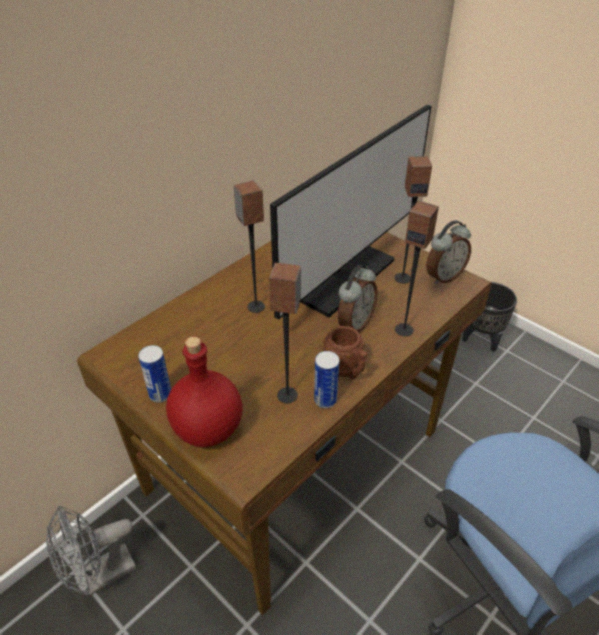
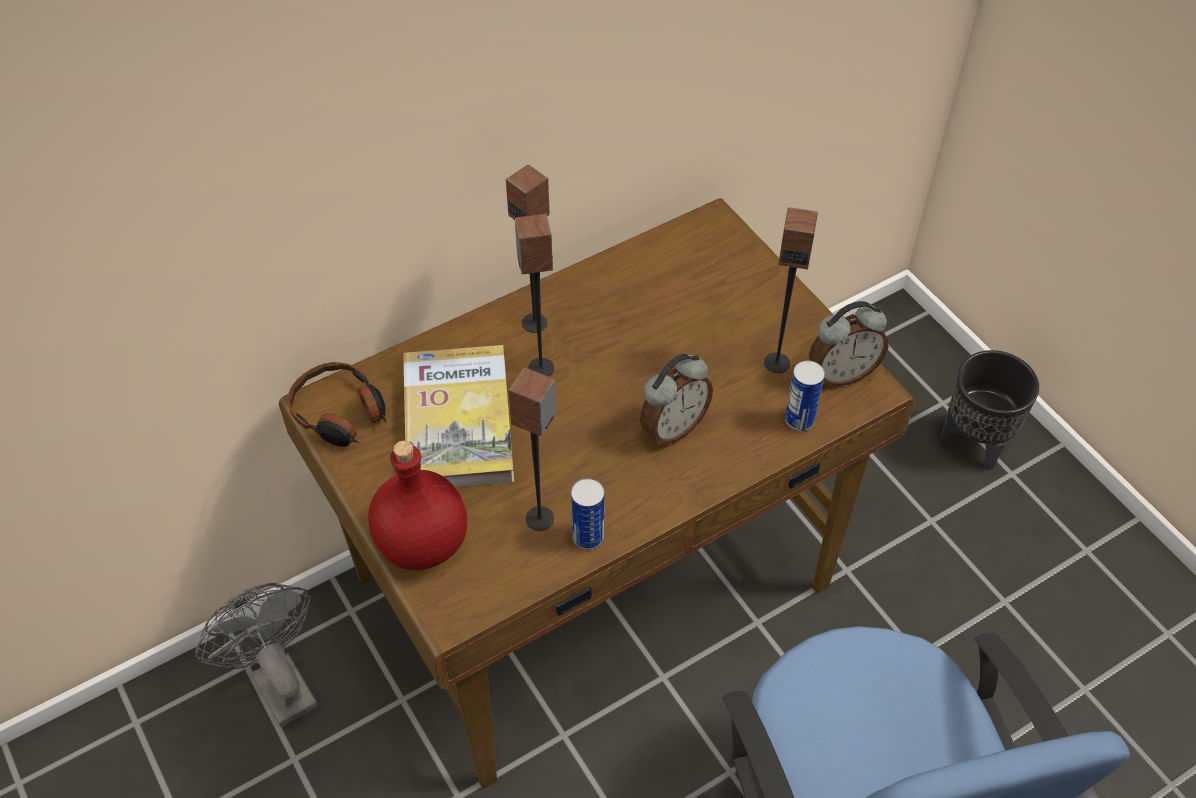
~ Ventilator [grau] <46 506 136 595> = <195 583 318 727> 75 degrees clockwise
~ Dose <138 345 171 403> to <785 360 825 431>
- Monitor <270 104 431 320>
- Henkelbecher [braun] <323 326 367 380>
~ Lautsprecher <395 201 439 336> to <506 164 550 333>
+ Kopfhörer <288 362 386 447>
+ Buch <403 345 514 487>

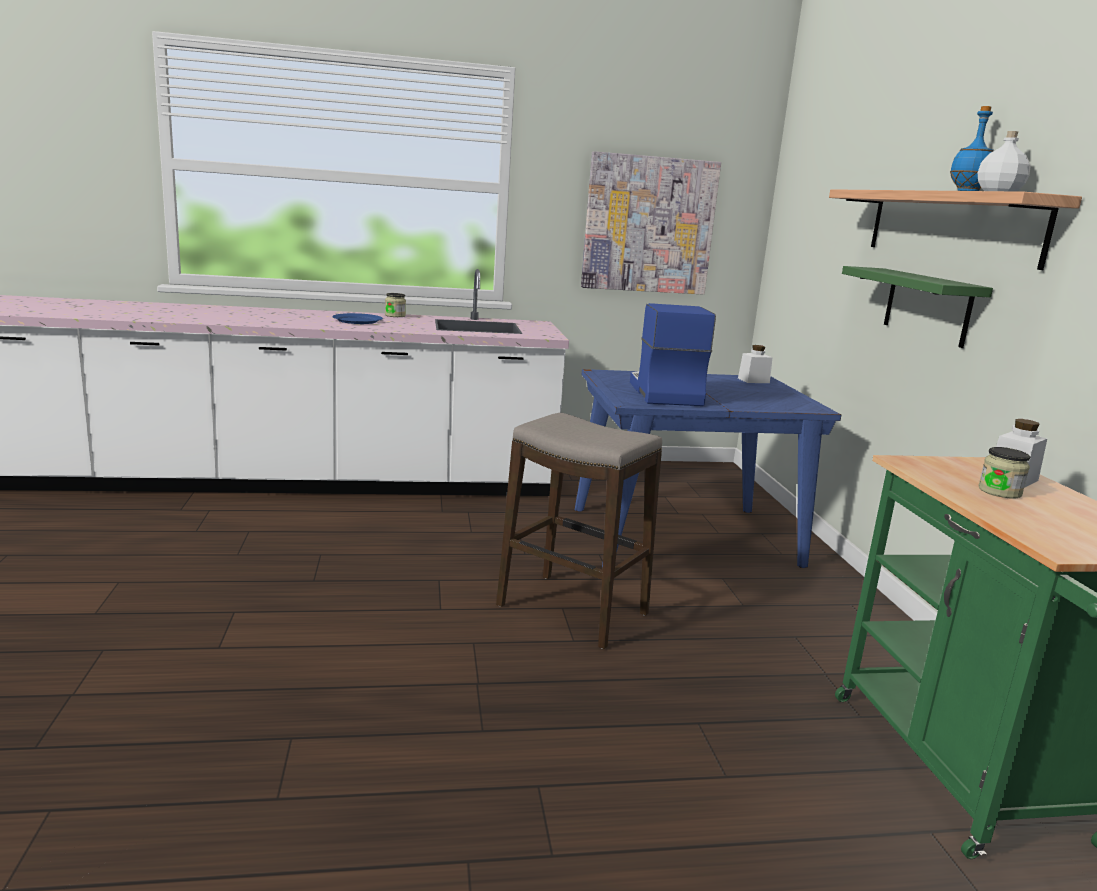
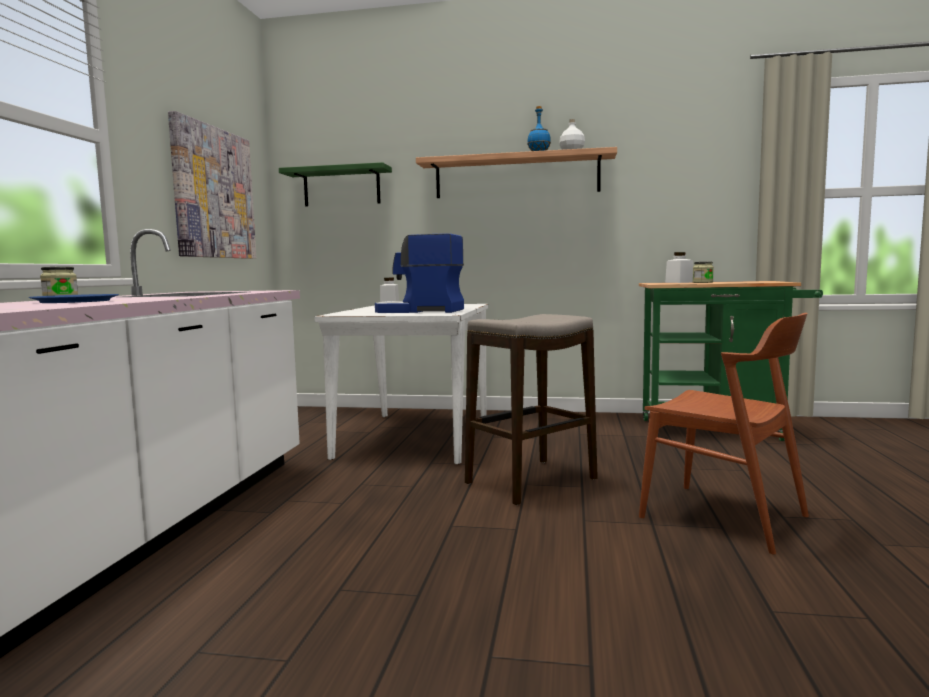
~ Esstisch [blau] <575 369 841 568> to Esstisch [weiß] <314 304 488 465>
~ Wandregal [grün] <842 266 993 348> to <279 162 392 206>
+ Stuhl [braun] <639 313 809 554>

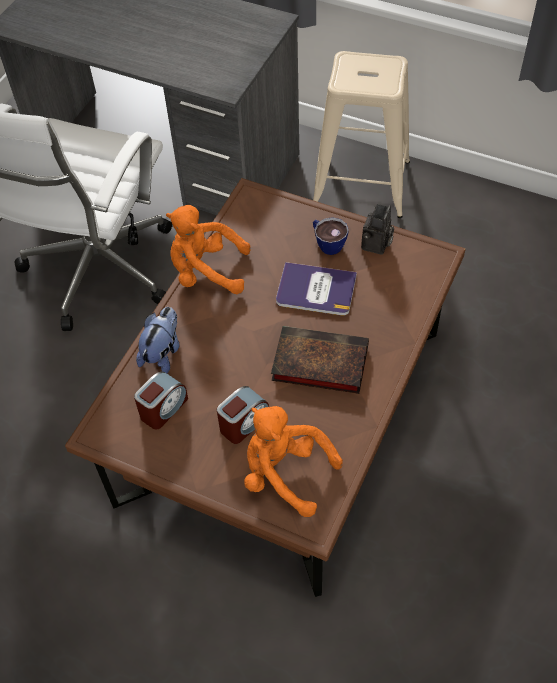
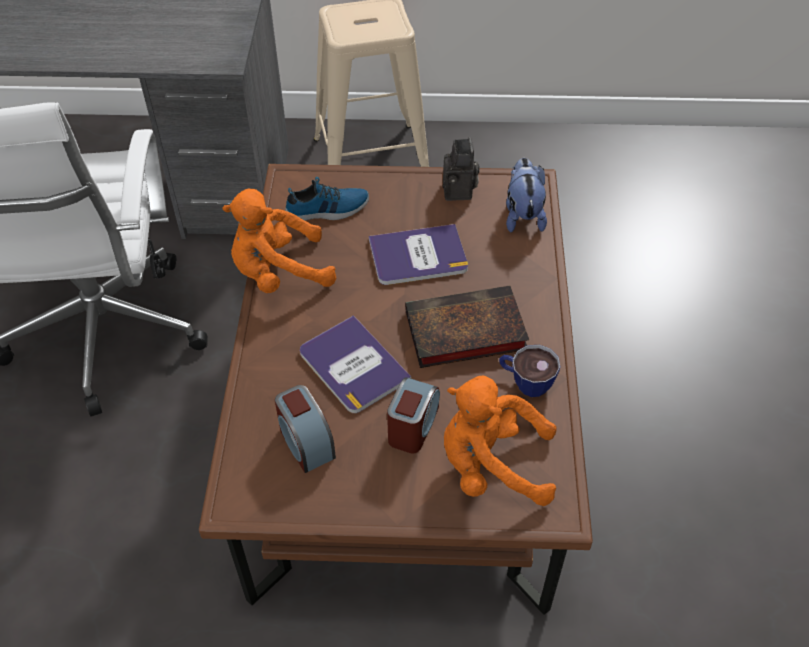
~ Wecker <134 372 188 429> = <275 385 336 473> 135 degrees clockwise
~ Plüschtier <136 307 180 373> to <506 158 547 232>
~ Tasse <313 217 349 255> to <499 345 560 397>
+ Schuh <285 177 369 221>
+ Buch <300 315 411 413>

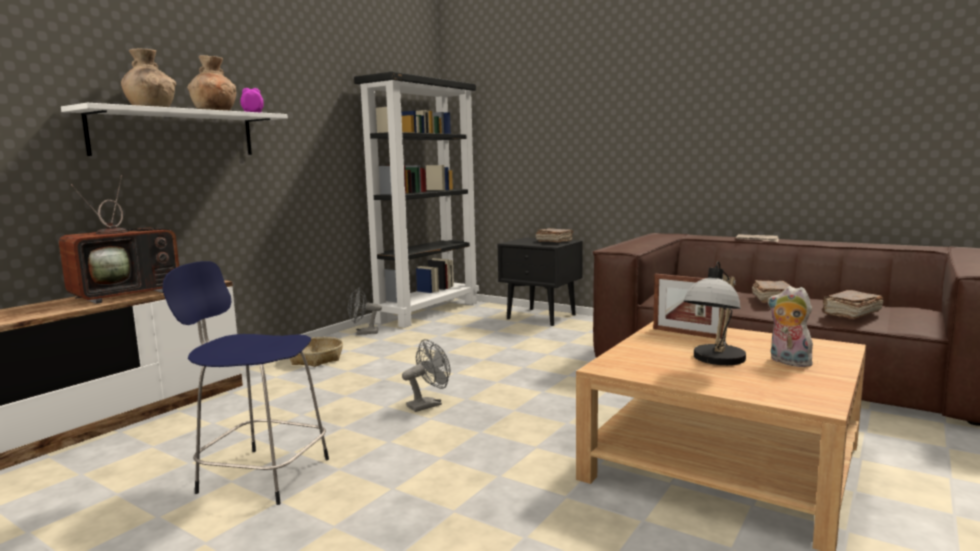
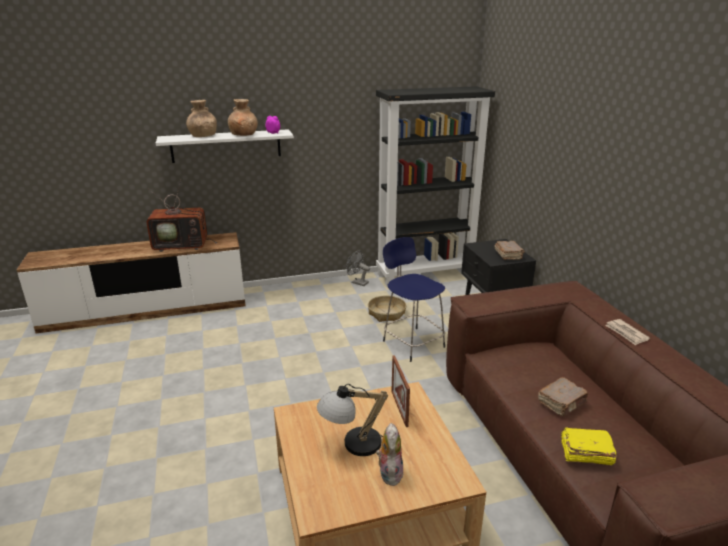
~ Hocker [blau] <162 261 329 505> to <383 237 445 362>
~ Korb <290 337 343 367> to <368 296 406 322>
- Ventilator [grau] <402 339 450 412>
~ Buch [braun] <822 290 883 319> to Buch [gelb] <561 427 617 465>

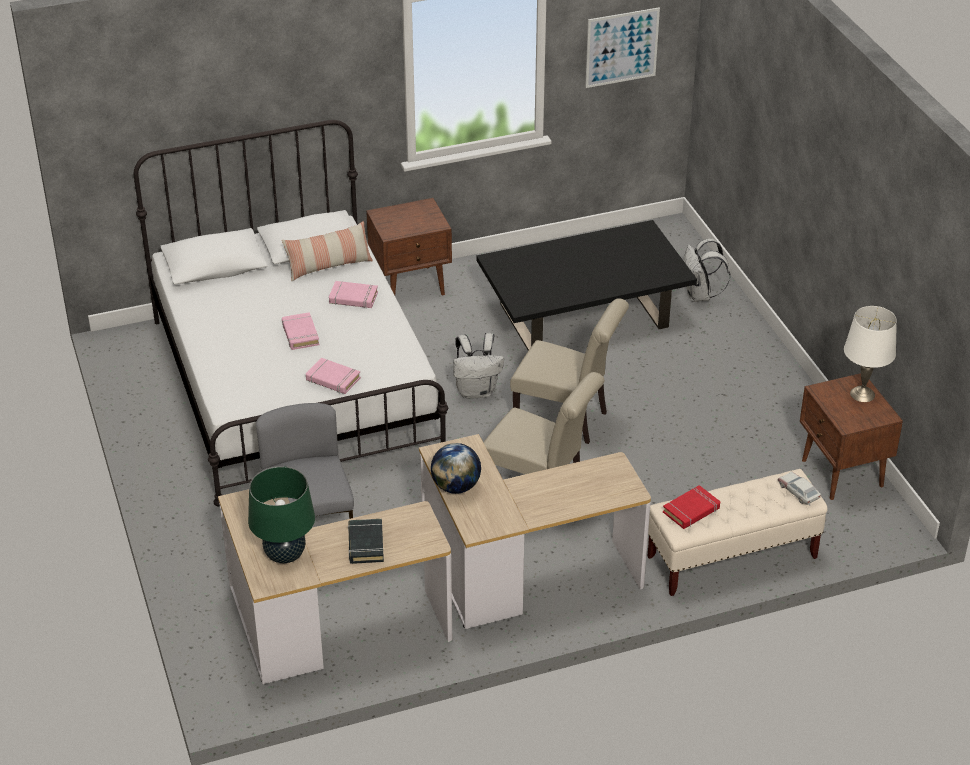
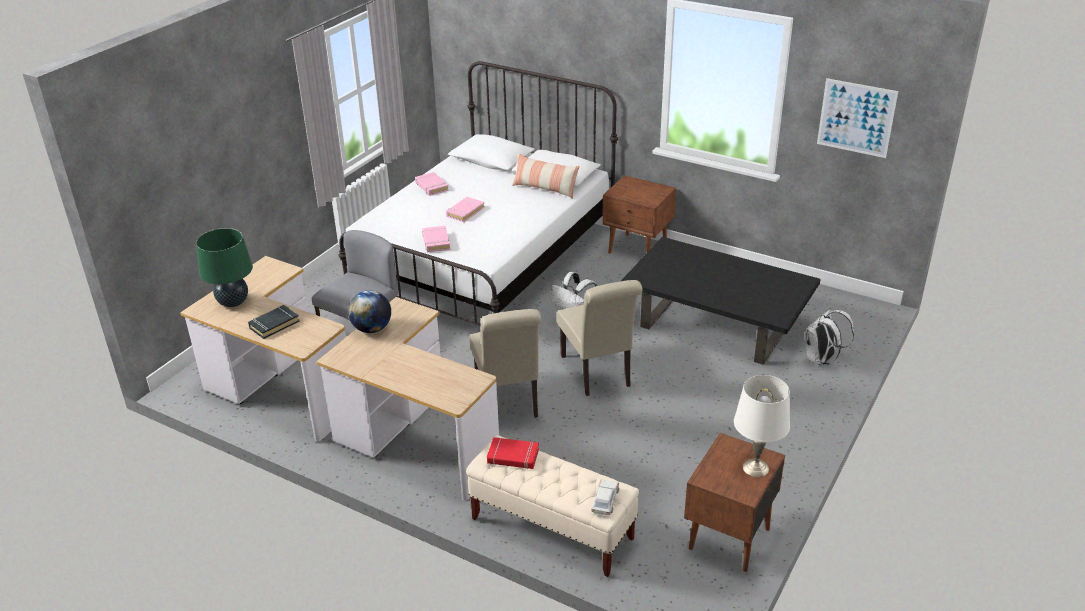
~ Buch [rosa] <329 281 378 308> to <415 172 449 196>

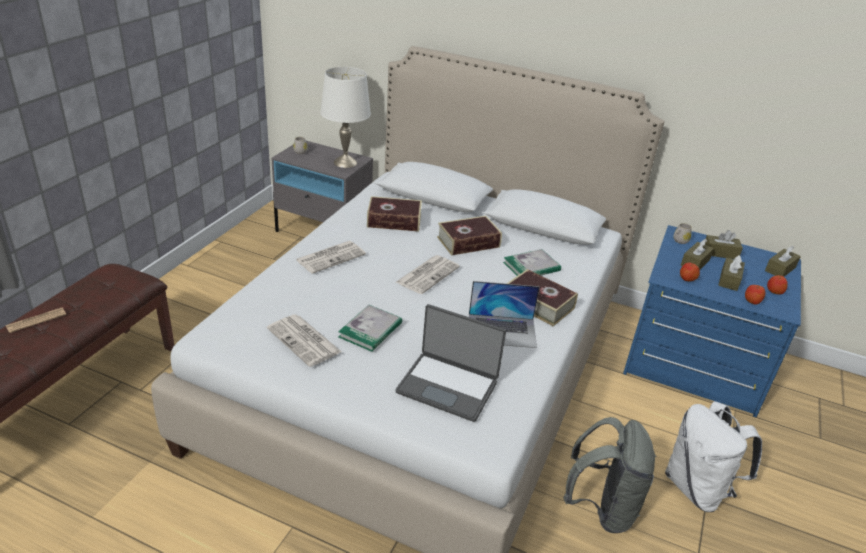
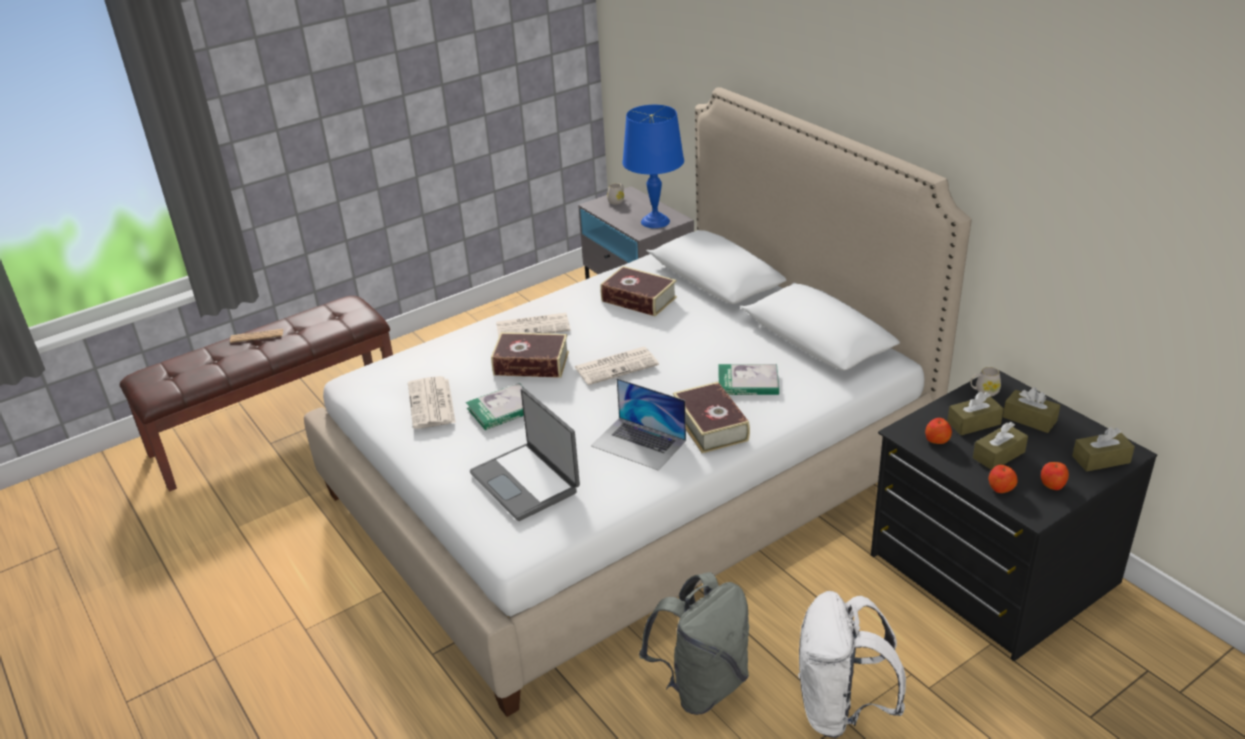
~ Tischlampe [weiß] <320 67 371 168> to Tischlampe [blau] <622 105 684 228>
~ Buch <437 216 502 256> to <491 332 569 378>
~ Kommode [blau] <623 225 801 417> to Kommode [schwarz] <871 371 1157 661>

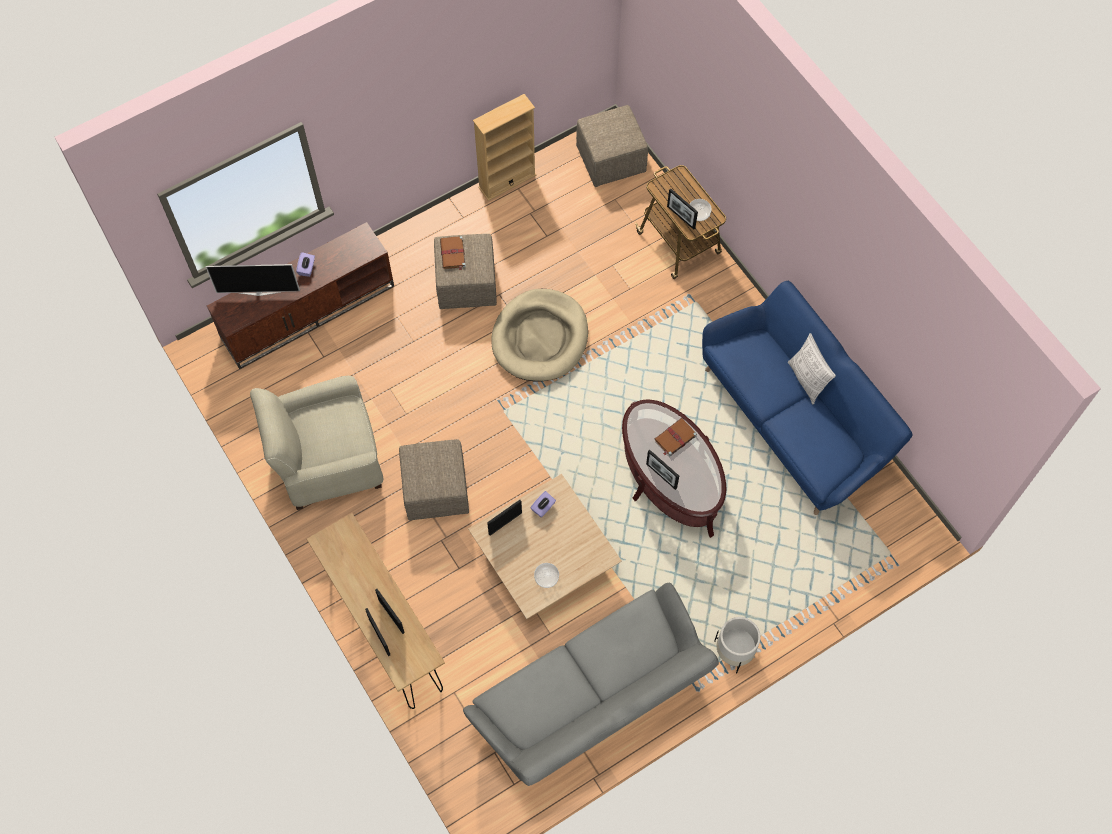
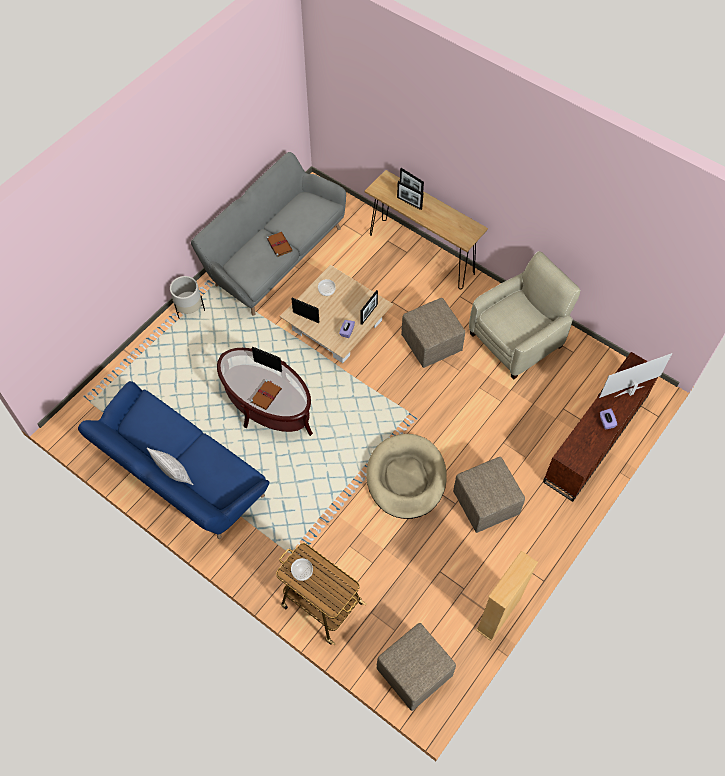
~ Buch [braun] <440 236 466 270> to <266 232 293 257>
~ Bilderrahmen <667 188 698 230> to <291 298 319 323>

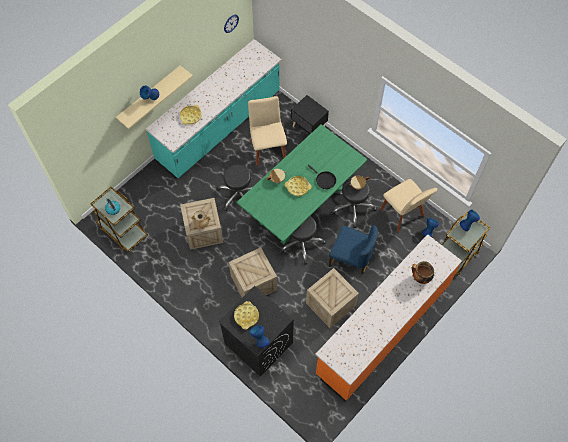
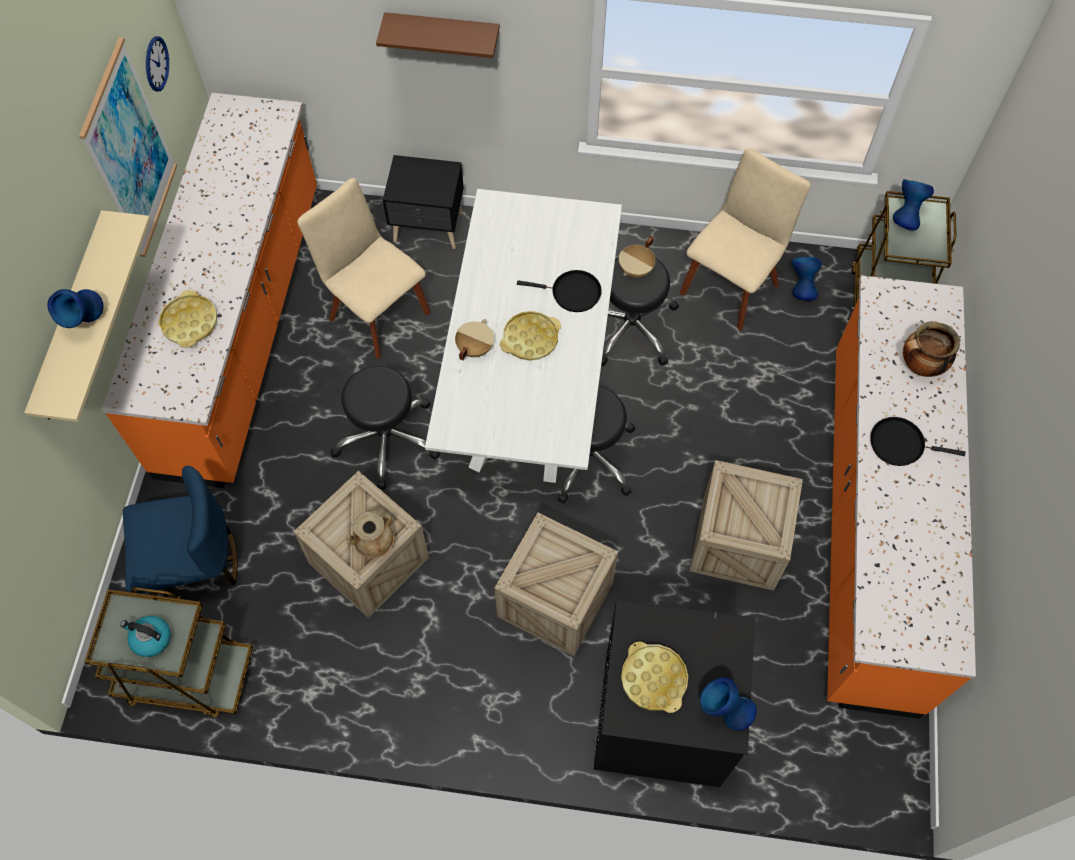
~ Küchenzeile [türkis] <146 39 281 178> to Küchenzeile [orange] <102 93 317 488>
~ Esstisch [grün] <236 124 367 245> to Esstisch [weiß] <425 189 622 483>
~ Stuhl [blau] <329 225 378 274> to <123 466 238 596>
~ Stuhl [beige] <380 179 437 232> = <680 148 811 330> 75 degrees counterclockwise
+ Bild <79 37 177 257>
+ Wandregal [braun] <376 12 500 58>
+ Pfanne [schwarz] <870 417 965 466>

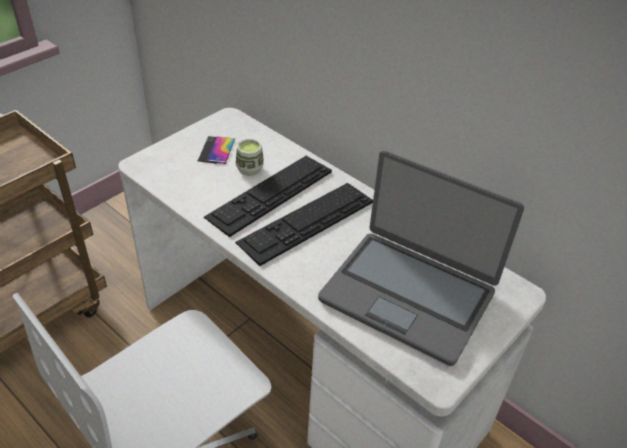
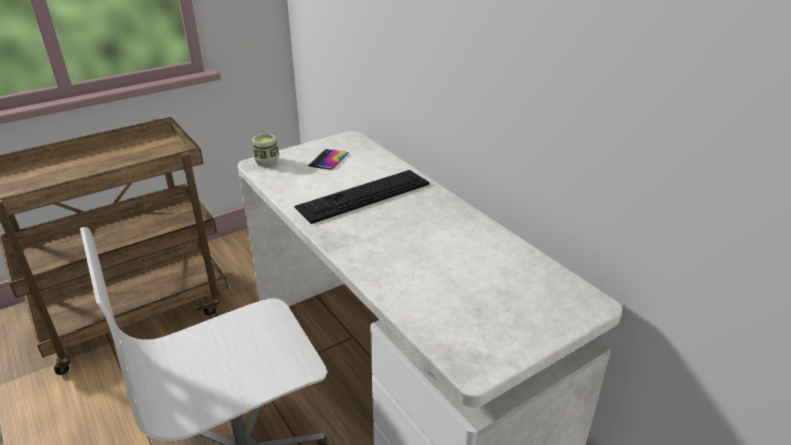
- Tastatur <235 183 373 266>
~ Tasse <236 139 264 176> to <252 134 279 167>
- Laptop <318 150 524 366>

